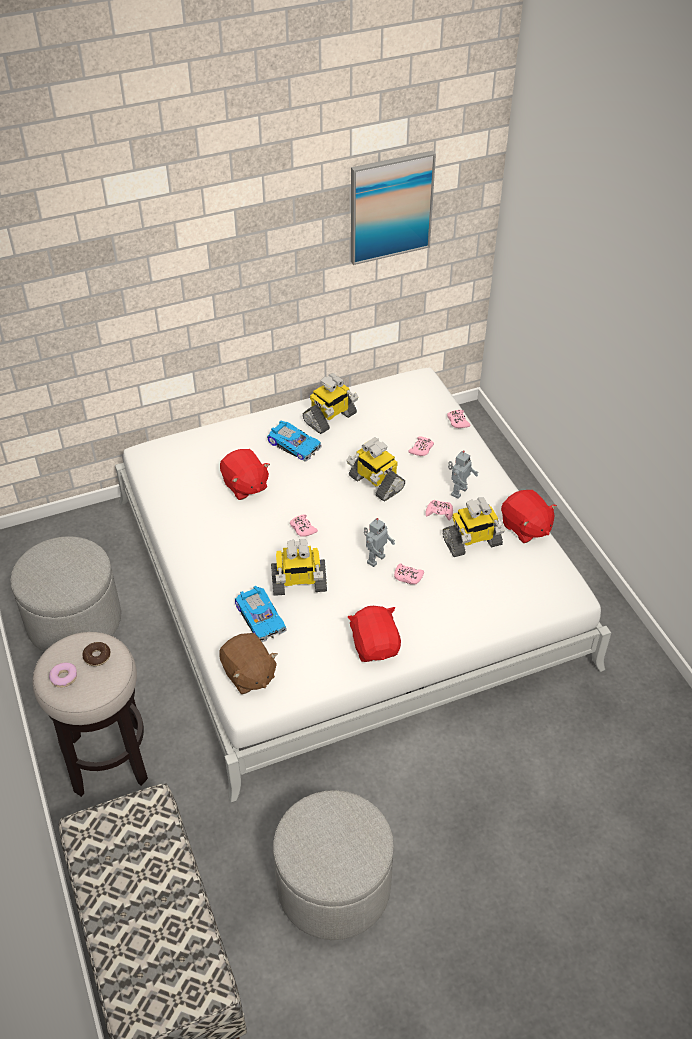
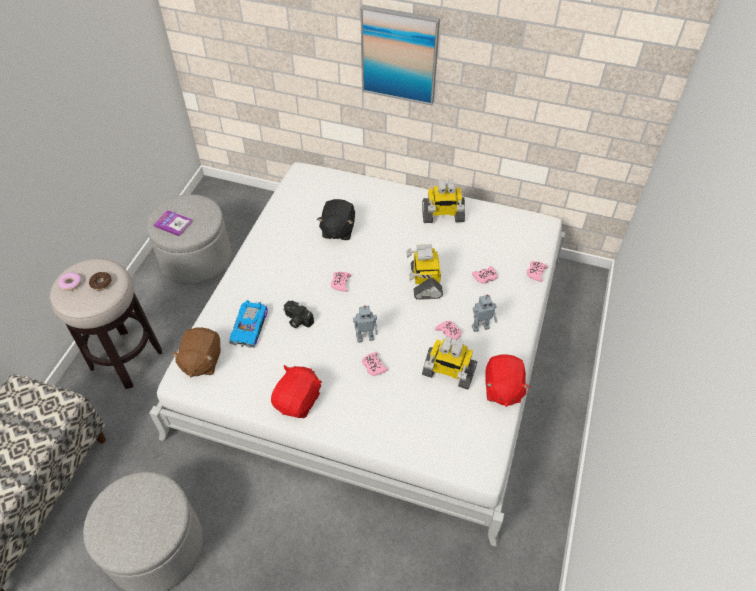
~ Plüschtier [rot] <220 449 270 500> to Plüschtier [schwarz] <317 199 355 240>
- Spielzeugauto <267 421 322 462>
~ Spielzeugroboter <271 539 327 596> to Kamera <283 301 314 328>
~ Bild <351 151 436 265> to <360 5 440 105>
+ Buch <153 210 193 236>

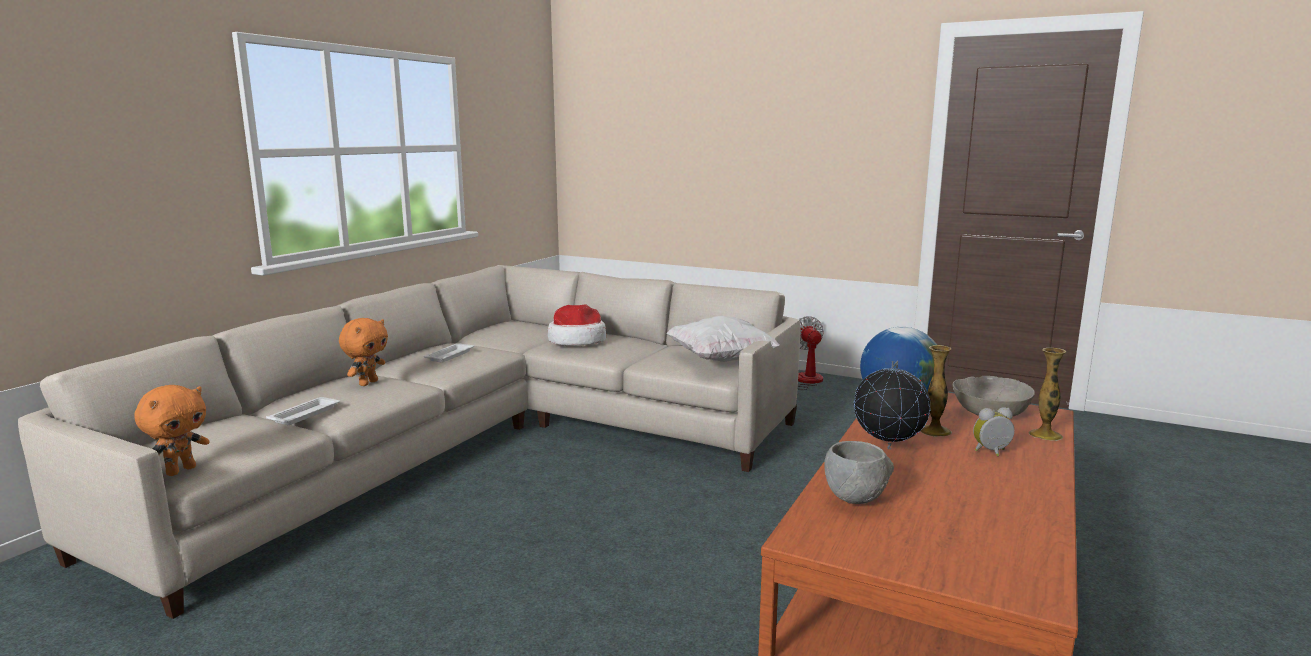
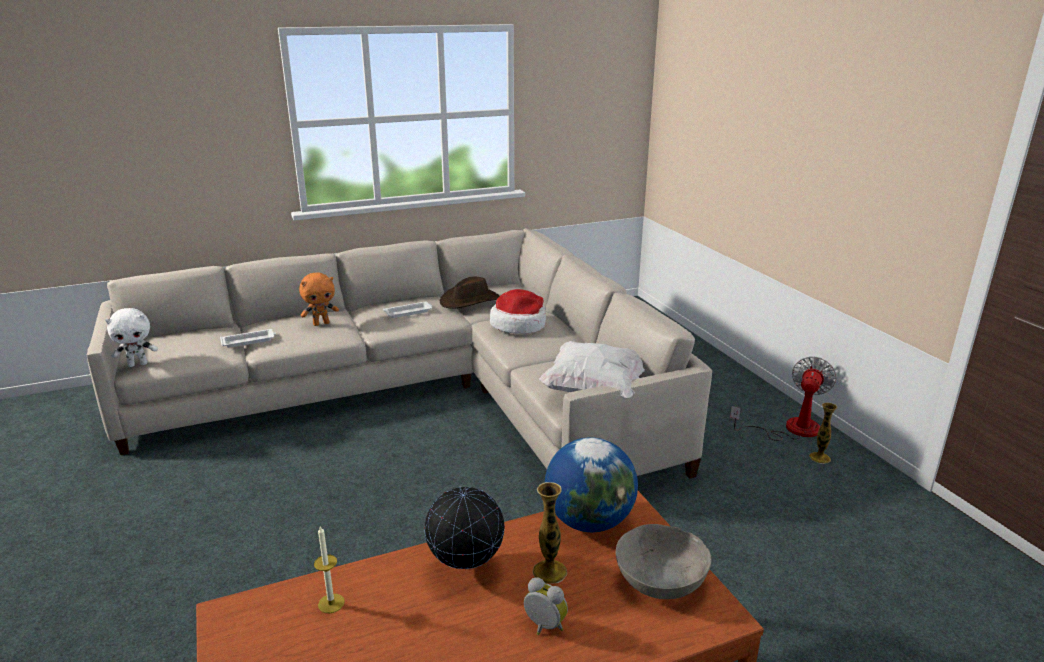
~ Plüschtier [orange] <134 385 210 476> to Plüschtier [weiß] <105 308 158 367>
~ Schüssel [grau] <824 441 894 504> to Kerze <314 526 345 613>
~ Vase <1029 348 1066 441> to <809 403 838 464>
+ Hut [braun] <439 277 499 309>

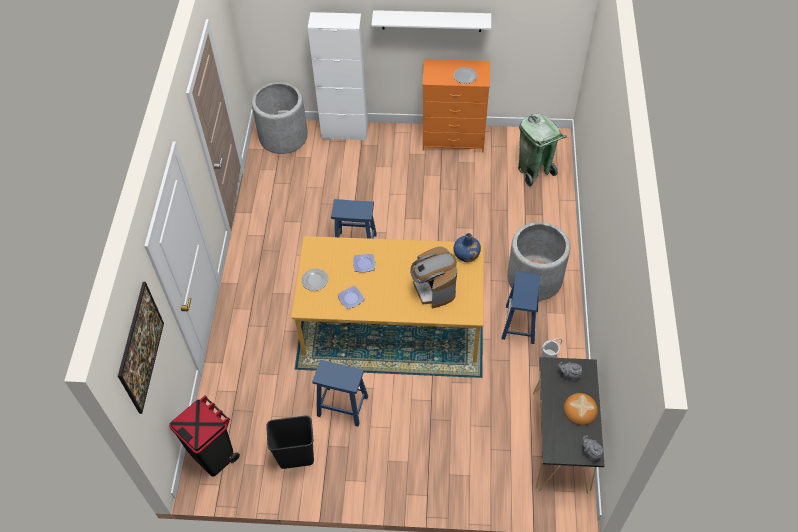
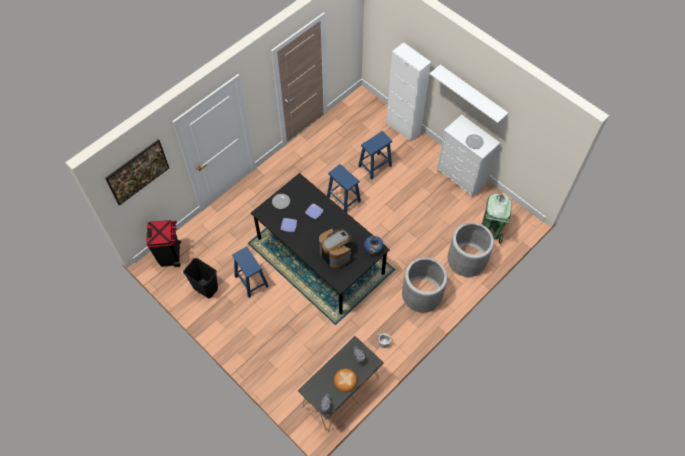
~ Pflanzkübel [grau] <252 82 308 154> to <448 222 494 277>
~ Esstisch [orange] <291 236 484 363> to Esstisch [schwarz] <251 173 390 314>
~ Kaffeemaschine <410 246 457 308> = <319 229 352 269> 120 degrees clockwise
~ Kommode [orange] <422 59 490 153> to Kommode [weiß] <437 115 500 198>
~ Hocker [blau] <502 271 540 344> to <358 131 392 180>

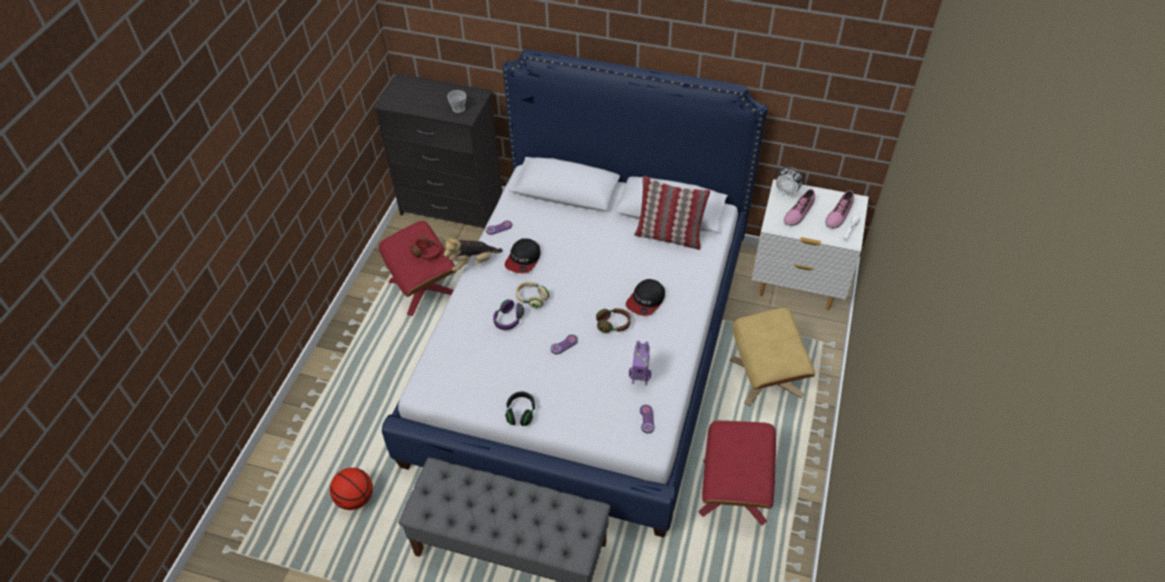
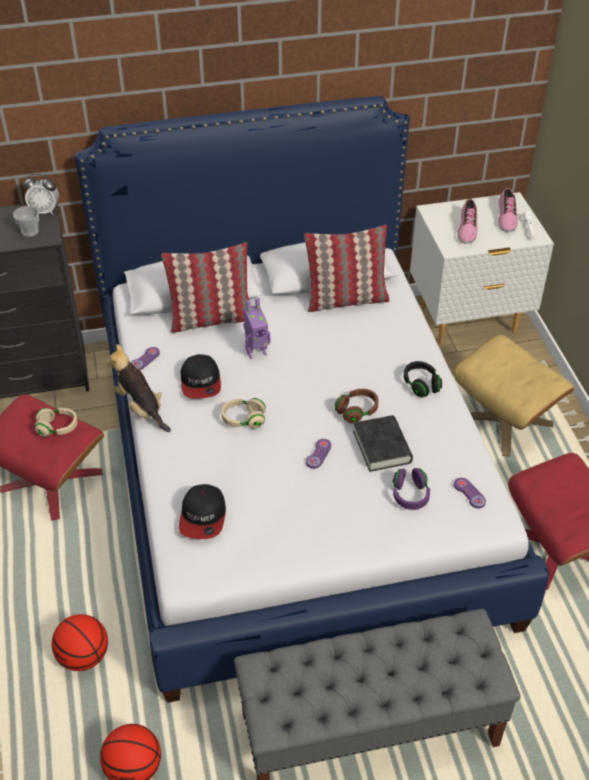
~ Kopfhörer [rot] <411 237 442 260> to Kopfhörer [beige] <34 408 78 437>
~ Plüschtier <443 238 503 271> = <106 344 171 432> 105 degrees clockwise
~ Kopfhörer [lila] <493 299 524 330> to <393 468 430 510>
~ Kopfhörer [schwarz] <505 391 535 426> to <404 361 442 397>
~ Kappe <626 279 665 316> to <179 484 226 539>
~ Spielzeugroboter <629 341 651 385> to <243 298 270 359>
~ Wecker <776 166 803 198> to <23 174 59 215>
+ Basketball <52 614 108 671>
+ Kissen <161 242 249 333>
+ Buch [schwarz] <353 415 413 472>

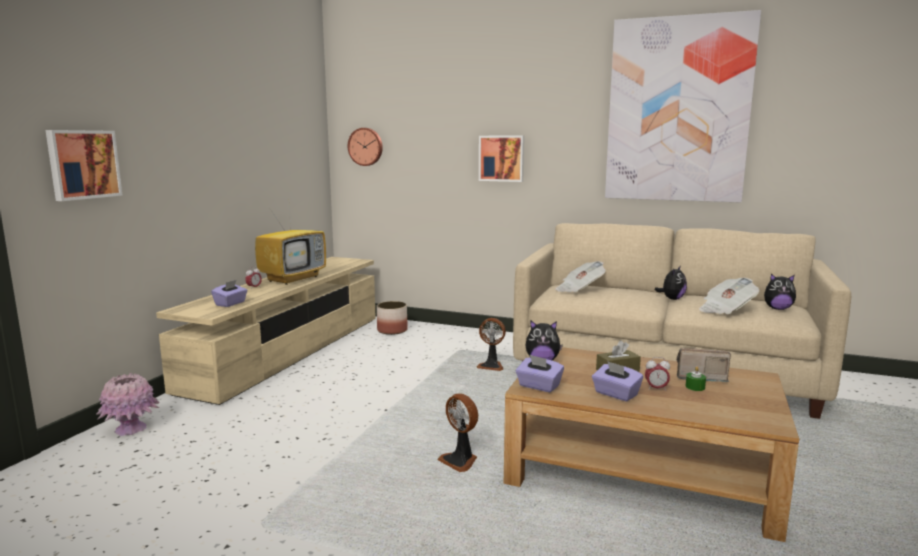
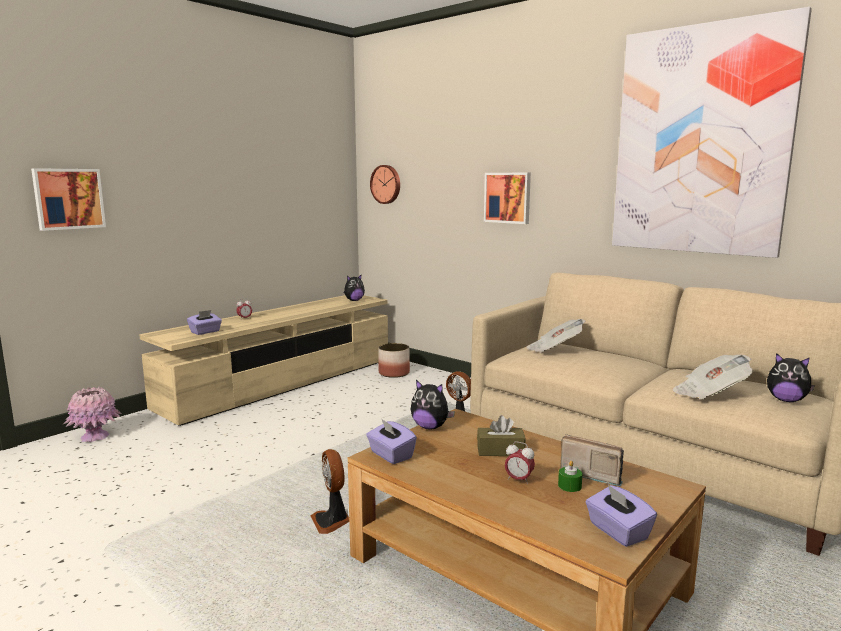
- Fernseher <255 208 326 285>
~ Taschentuchbox [lila] <592 361 643 401> to <586 484 657 547>
~ Plüschtier <655 267 687 300> to <344 275 365 301>

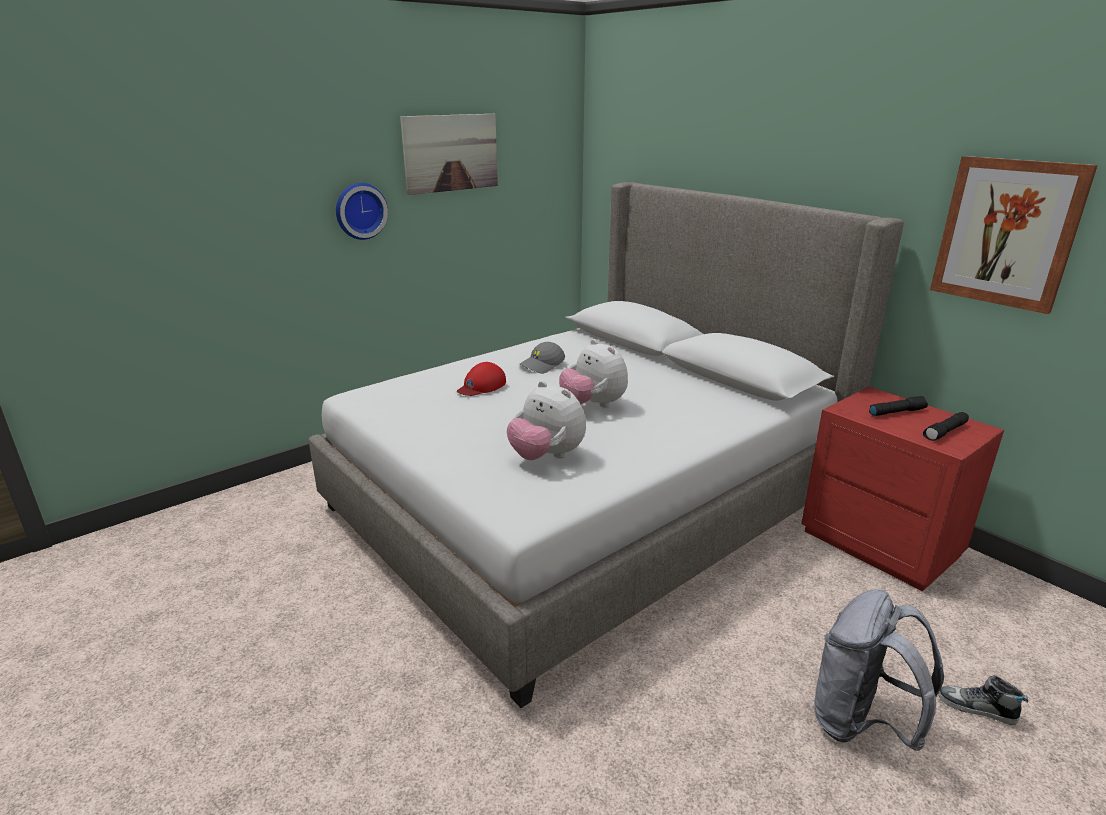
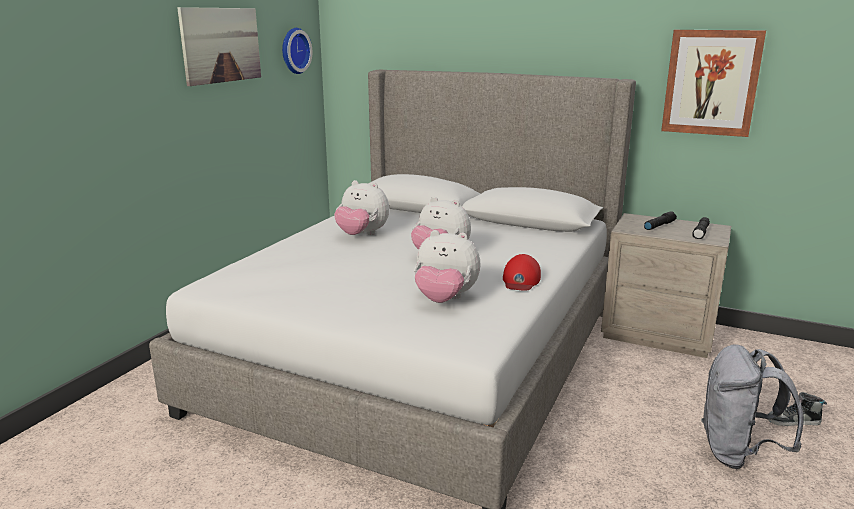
~ Wanduhr <336 183 388 240> to <282 28 312 74>
~ Kappe [rot] <457 362 506 396> to <503 254 541 291>
~ Kappe [grau] <519 342 565 374> to Plüschtier <334 180 389 235>
~ Nachttisch [rot] <801 387 1004 591> to Nachttisch [beige] <601 213 731 358>

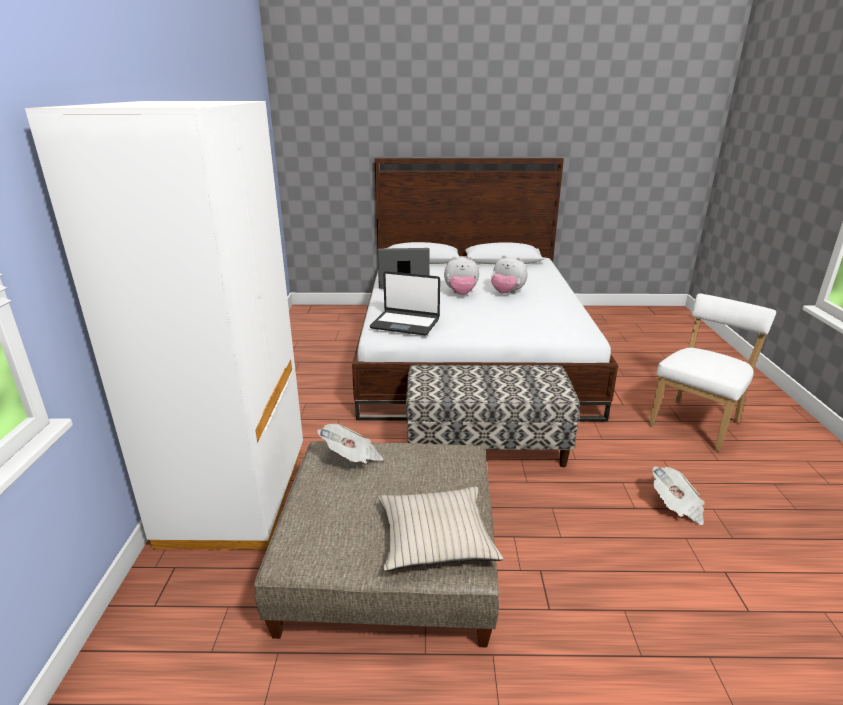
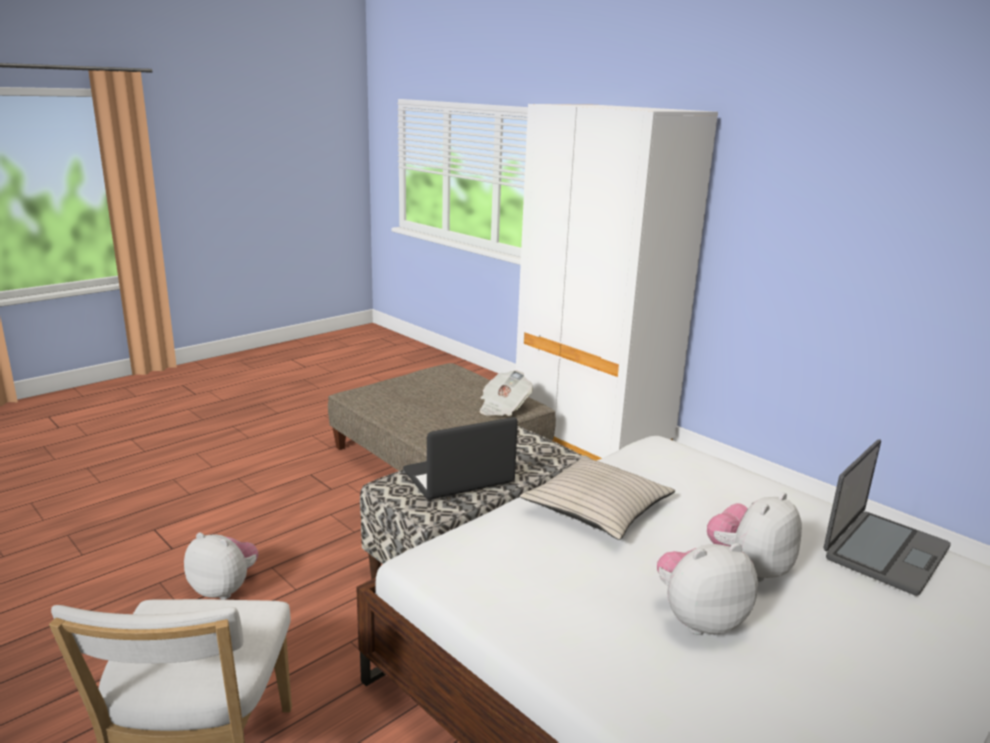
~ Laptop <370 271 440 335> to <403 417 518 500>
~ Kissen [beige] <378 487 503 571> to <520 456 675 540>
~ Zeitung <652 466 705 525> to Plüschtier <184 532 258 600>

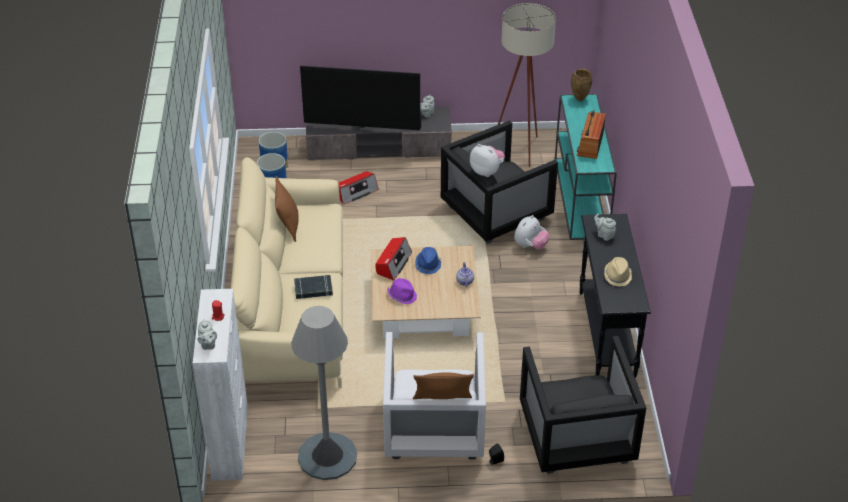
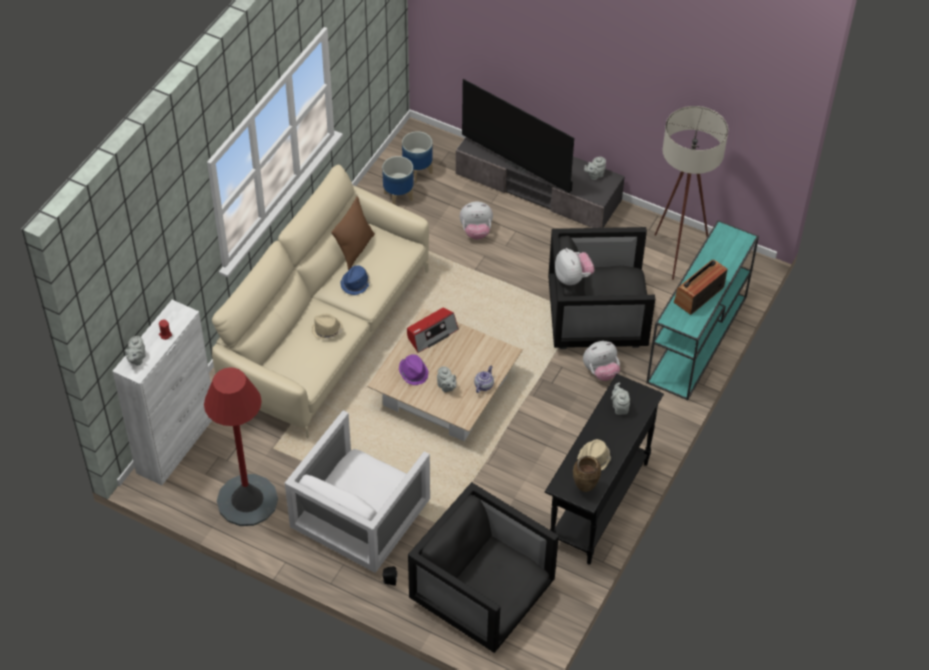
~ Stehlampe [grau] <291 306 357 480> to Stehlampe [rot] <204 367 278 526>
~ Buch [schwarz] <294 275 333 299> to Hut [beige] <312 314 343 340>
~ Radio <339 171 379 205> to Plüschtier <460 201 493 240>
- Kissen [braun] <413 372 474 399>
~ Hut [blau] <415 247 442 274> to <340 265 371 295>
~ Sessel [schwarz] <520 336 646 474> = <408 482 559 653> 105 degrees clockwise
~ Vase [braun] <571 68 592 101> to <573 456 601 492>
+ Teekanne [grau] <437 366 457 392>

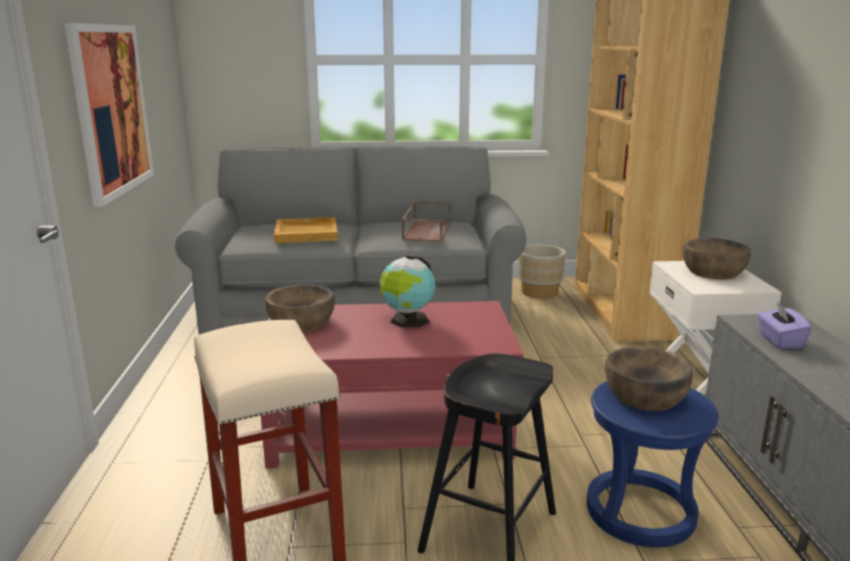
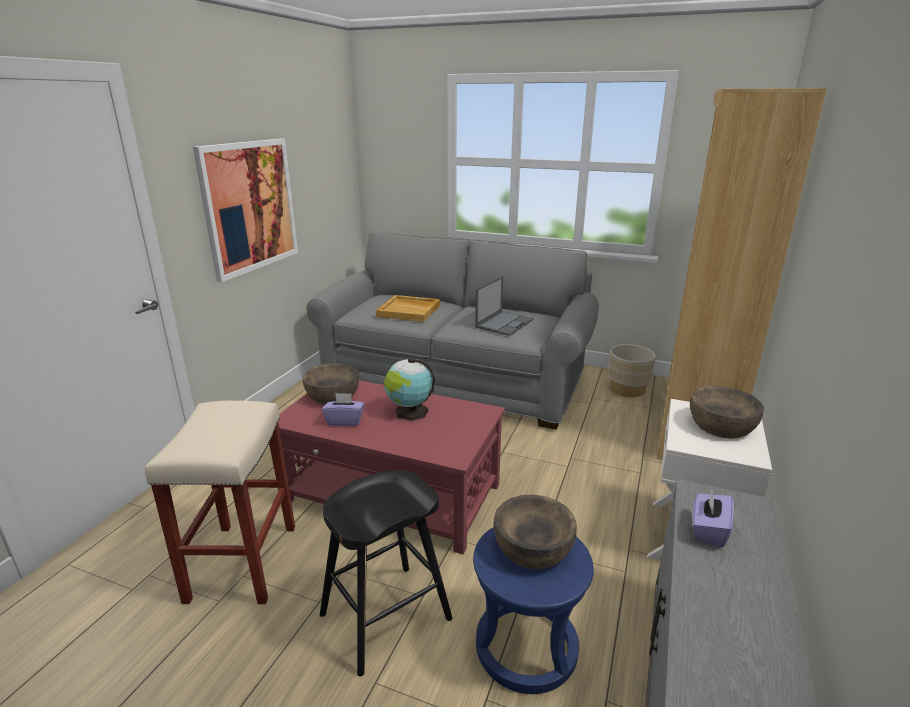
~ Tablett [braun] <402 202 451 242> to Laptop <475 276 534 336>
+ Taschentuchbox [lila] <322 393 364 426>

